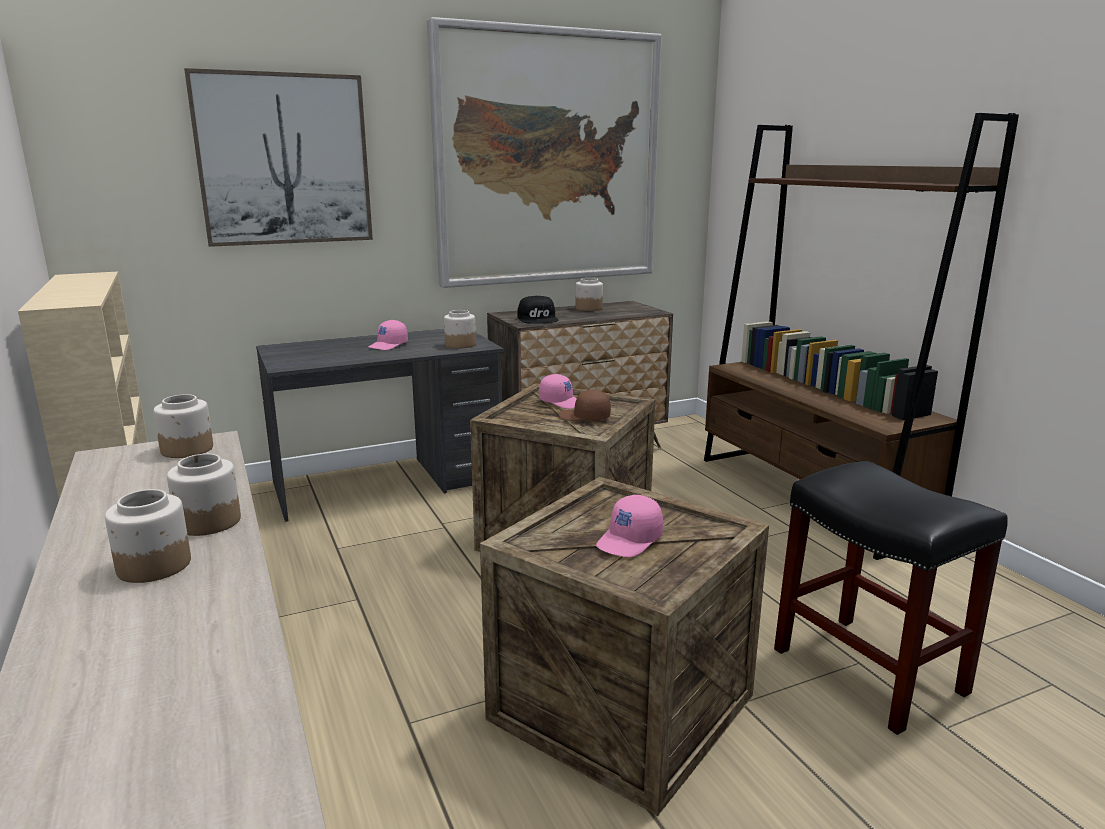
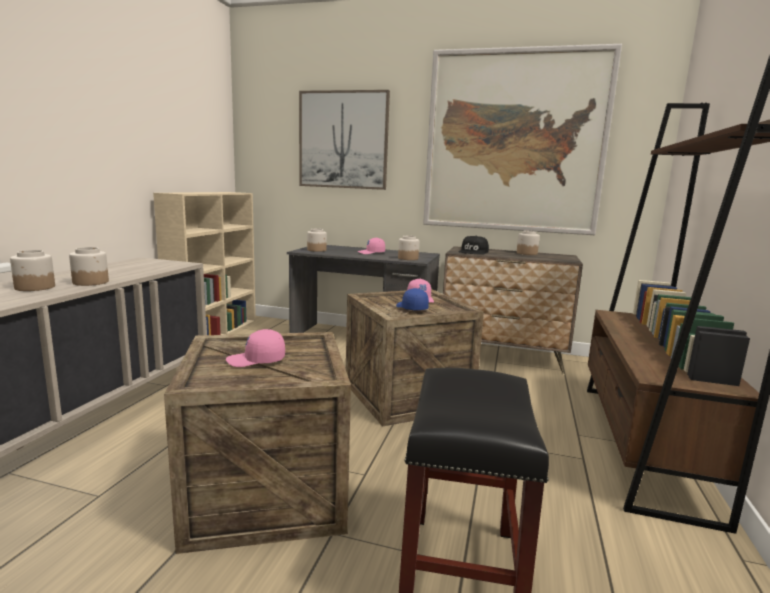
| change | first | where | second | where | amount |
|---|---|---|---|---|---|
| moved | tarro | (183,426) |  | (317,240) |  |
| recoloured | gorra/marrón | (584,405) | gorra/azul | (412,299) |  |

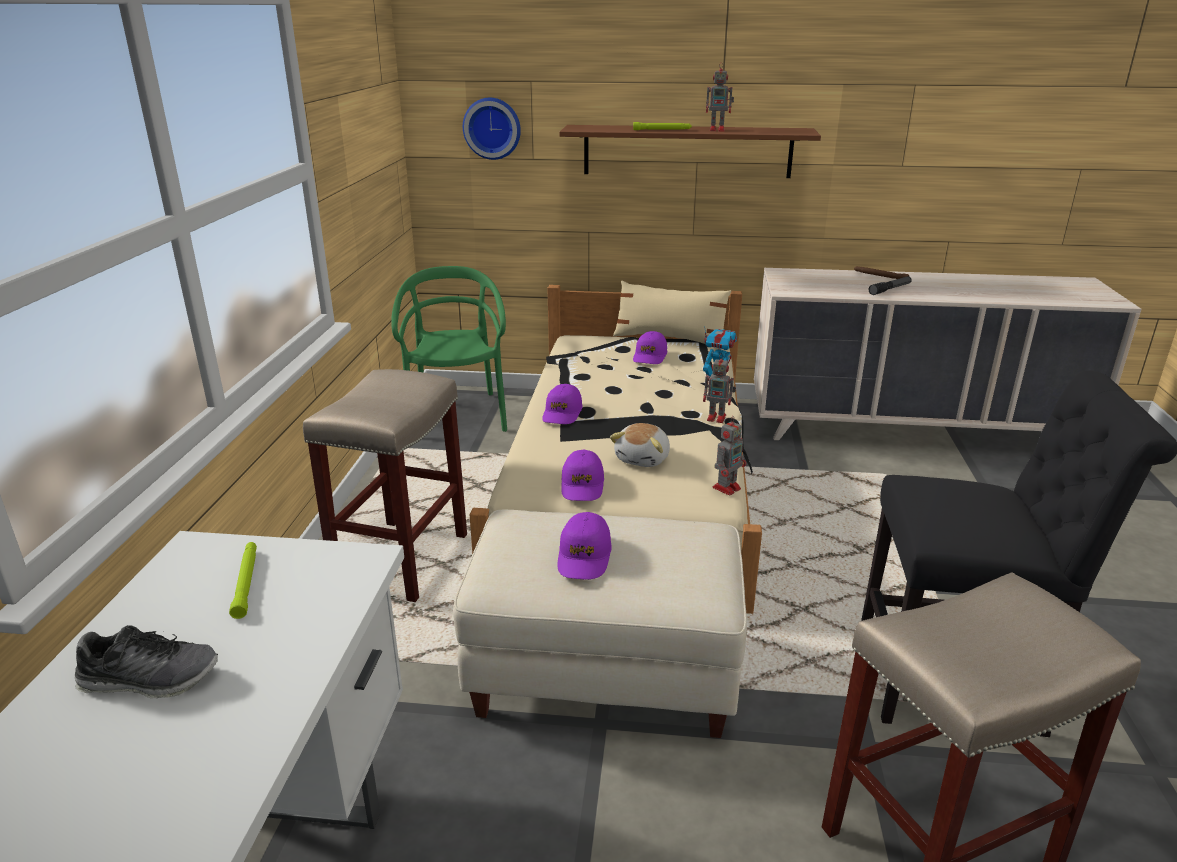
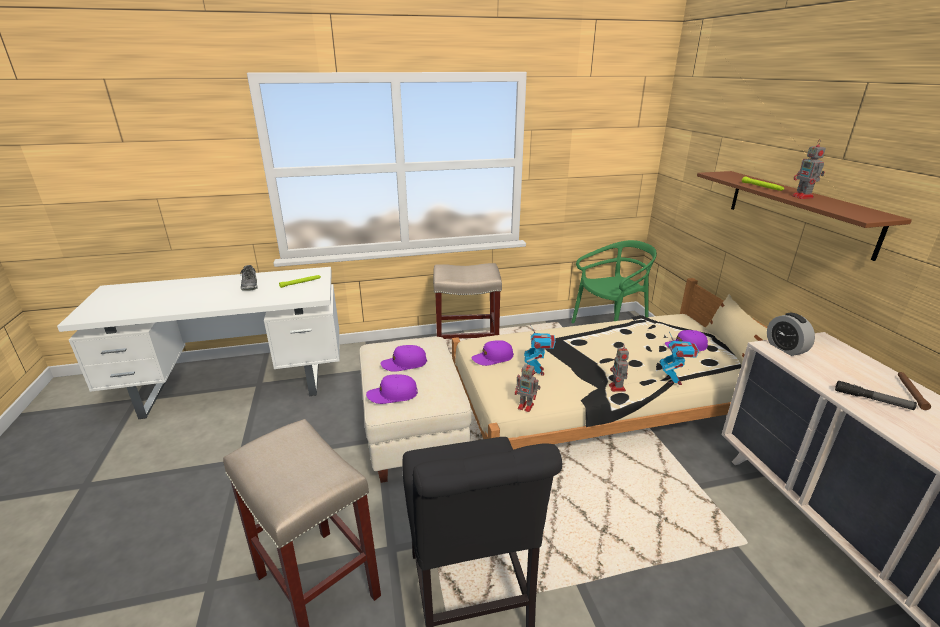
| change | first | where | second | where | amount |
|---|---|---|---|---|---|
| moved | gorra/morado | (562,404) |  | (392,389) |  |
| replaced | peluche | (640,445) | robot de juguete | (540,351) |  |
| added |  |  | despertador | (791,334) |  |
| removed | reloj de pared | (492,129) |  |  |  |

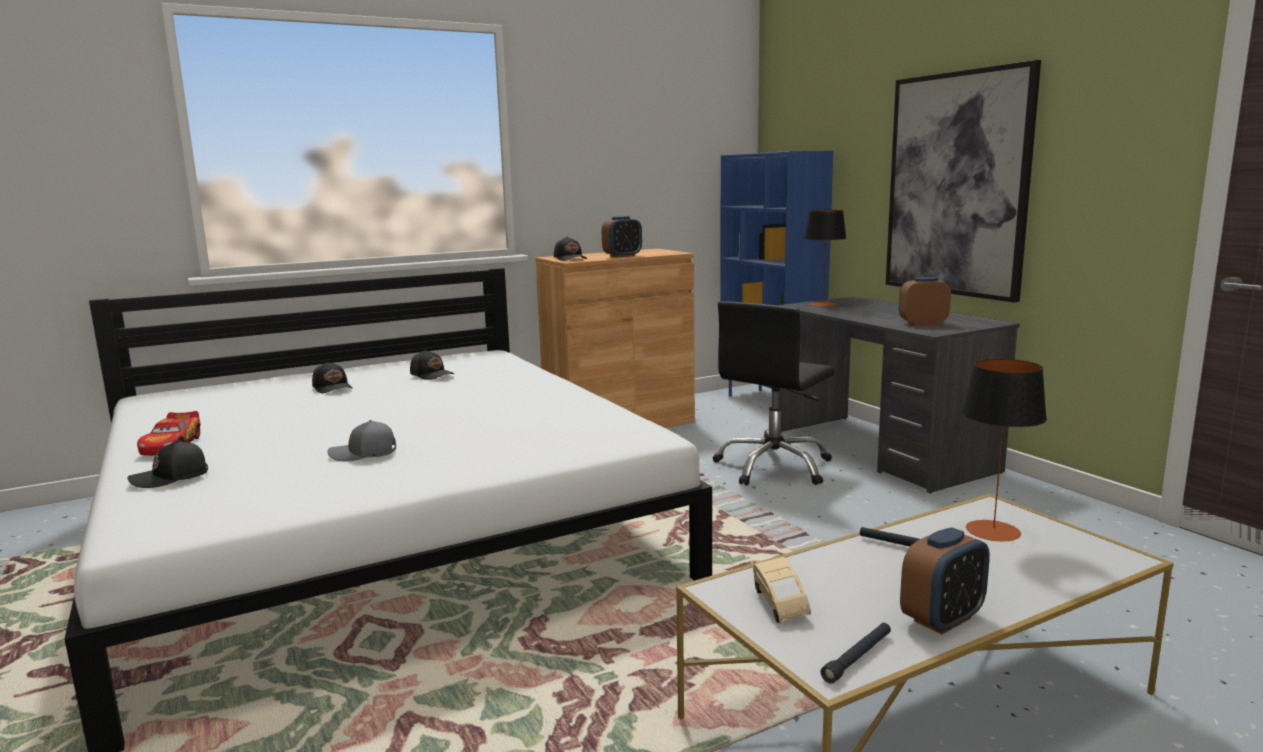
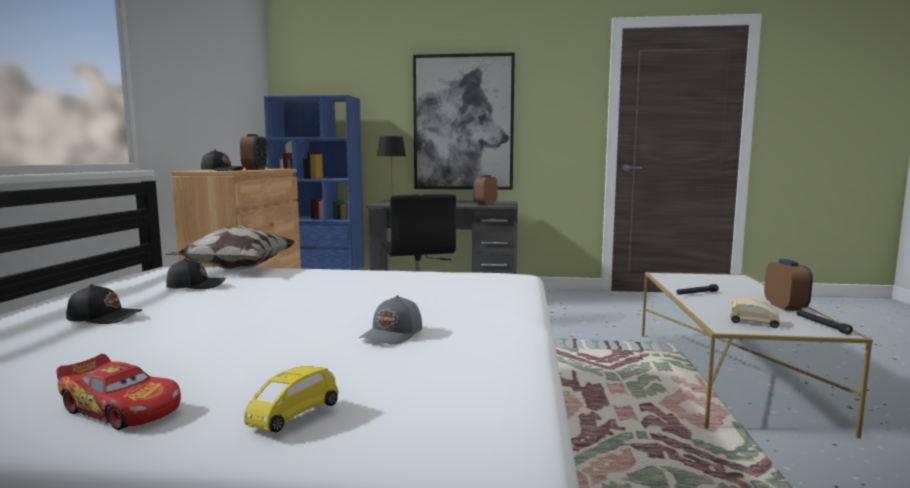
| change | first | where | second | where | amount |
|---|---|---|---|---|---|
| added |  |  | cojín | (230,247) |  |
| replaced | gorra/negro | (167,464) | coche de juguete/amarillo | (291,399) |  |
| removed | lámpara de mesa | (1004,450) |  |  |  |

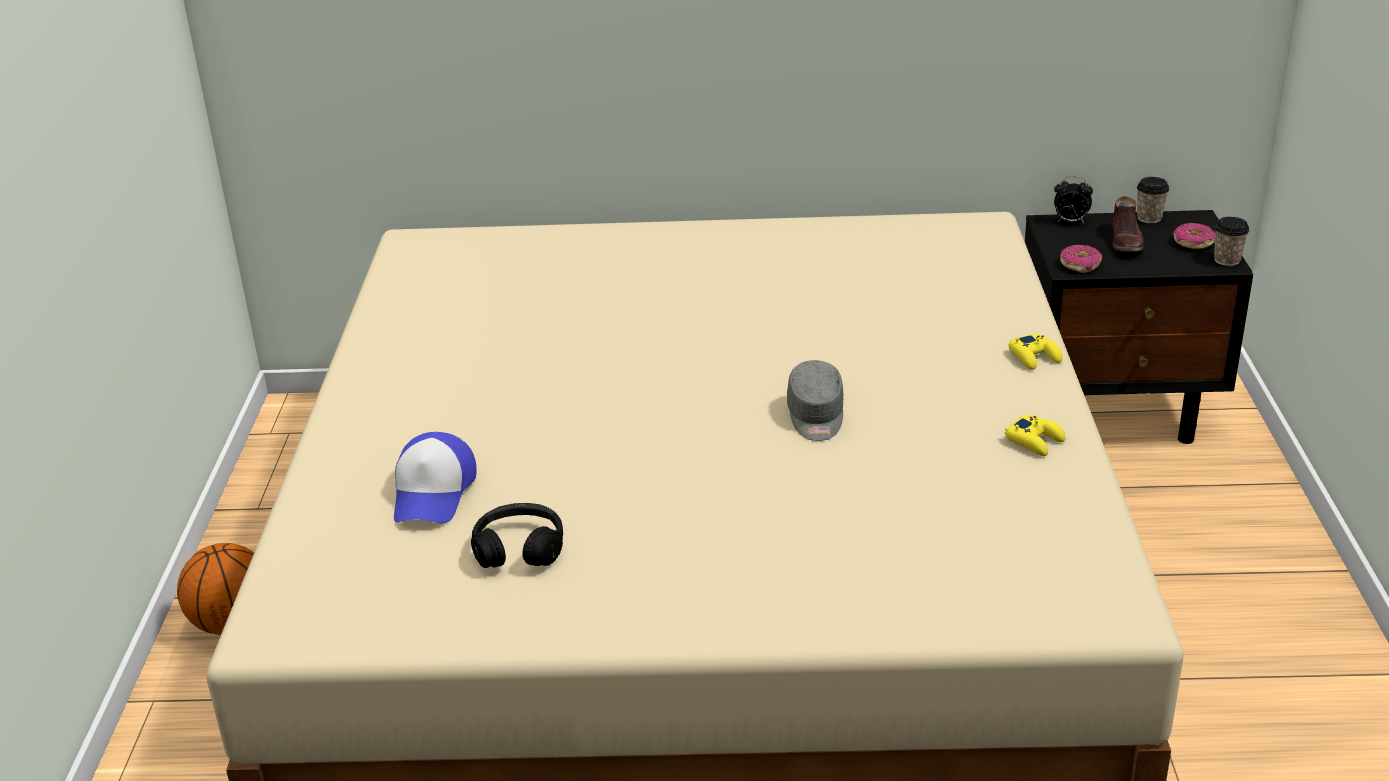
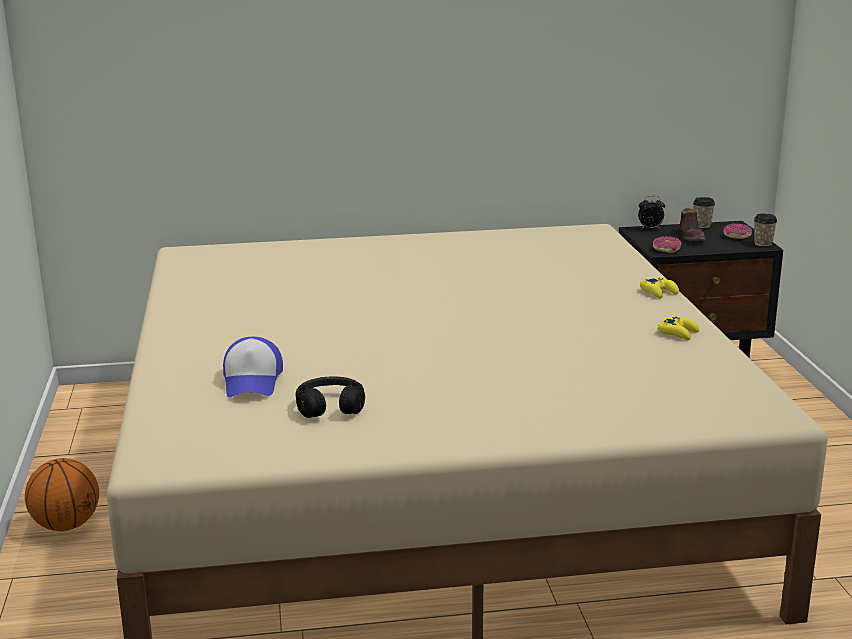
| change | first | where | second | where | amount |
|---|---|---|---|---|---|
| removed | gorra/gris | (815,400) |  |  |  |

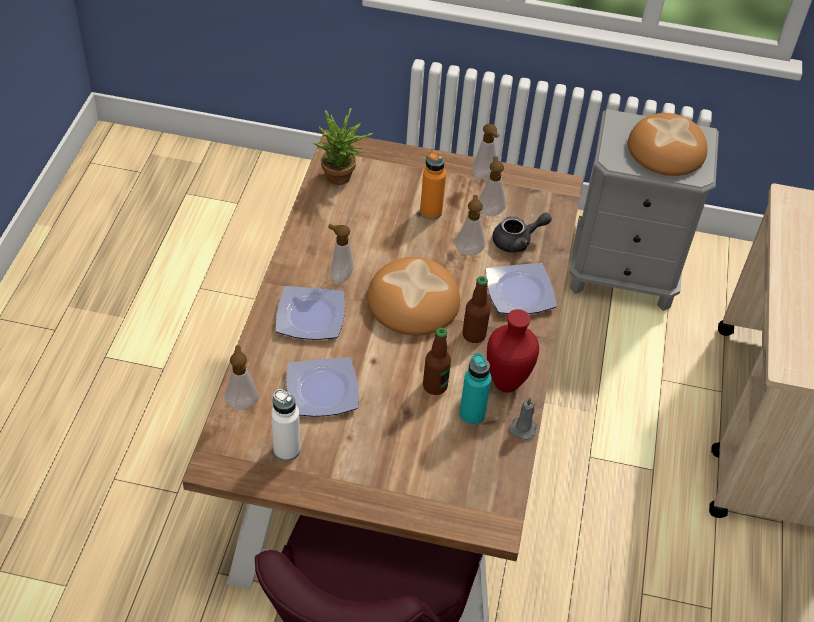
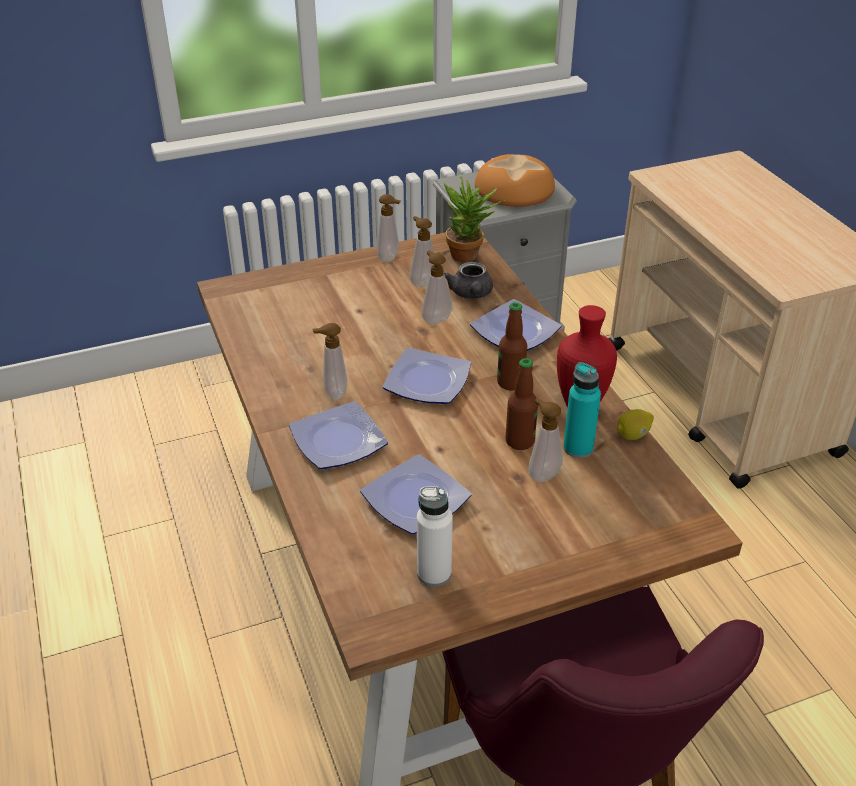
| change | first | where | second | where | amount |
|---|---|---|---|---|---|
| replaced | pan | (413,296) | plato | (427,376) |  |
| moved | planta en maceta | (343,146) |  | (474,218) |  |
| turned | tetera/gris | (522,233) |  | (468,280) | 135 degrees clockwise |
| moved | dispensador de jabón | (241,377) |  | (545,440) |  |
| replaced | vela/gris | (523,419) | limón | (635,424) |  |
| removed | botella/naranja | (433,185) |  |  |  |

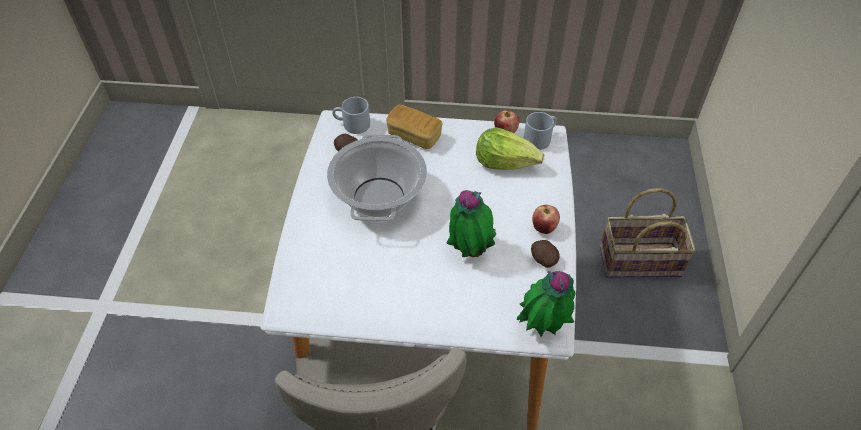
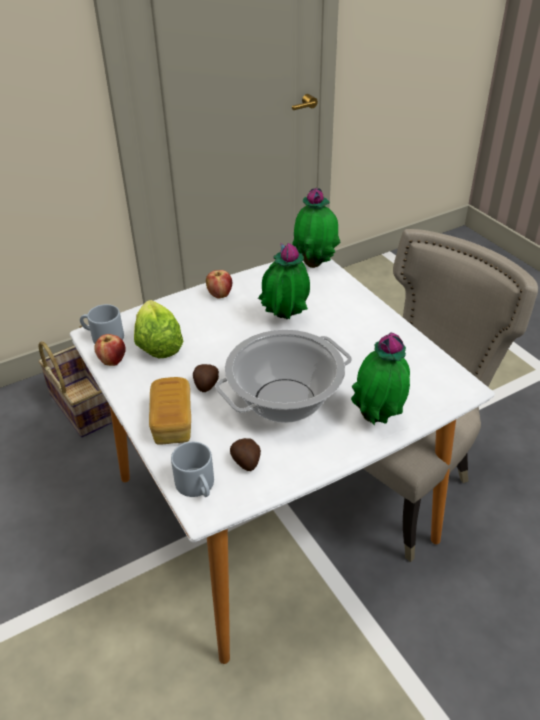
| change | first | where | second | where | amount |
|---|---|---|---|---|---|
| moved | patata | (545,254) |  | (206,378) |  |
| added |  |  | planta en maceta | (380,378) |  |

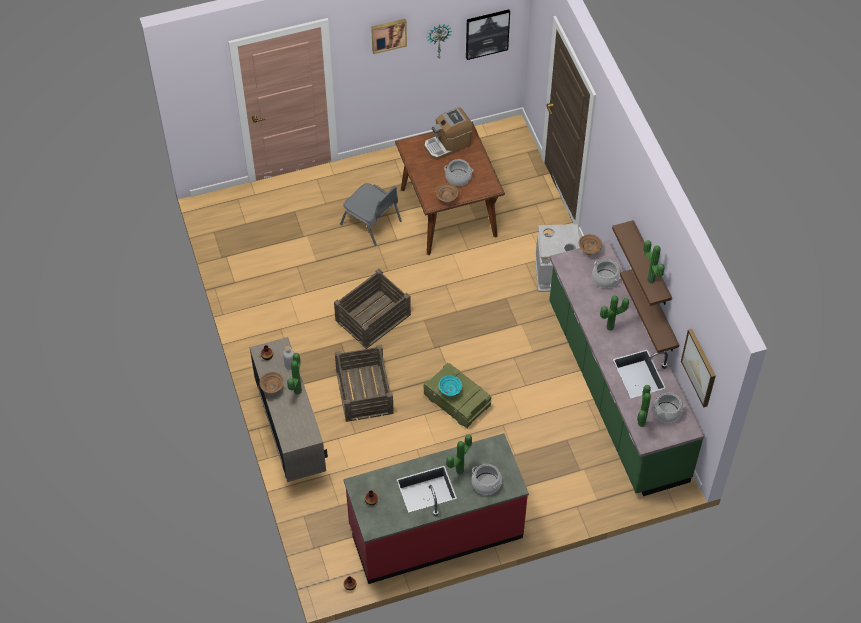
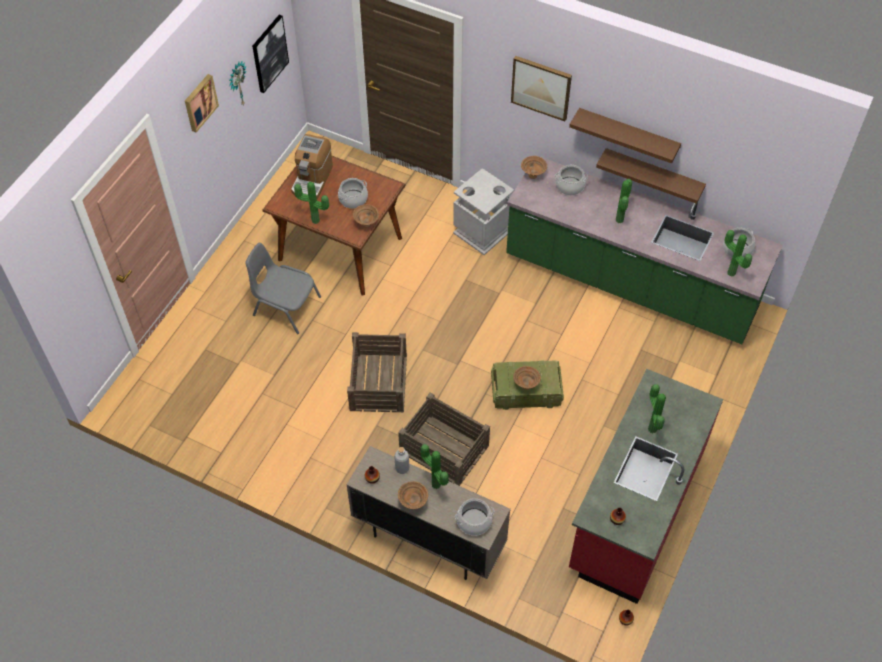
| change | first | where | second | where | amount |
|---|---|---|---|---|---|
| turned | silla/gris | (371,214) |  | (283,288) | 150 degrees counterclockwise |
| moved | planta en maceta | (654,261) |  | (311,203) |  |
| moved | olla | (487,479) |  | (474,517) |  |
| moved | cuadro | (698,368) |  | (541,89) |  |
| recoloured | cuenco/turquesa | (450,386) | cuenco/marrón | (527,378) |  |

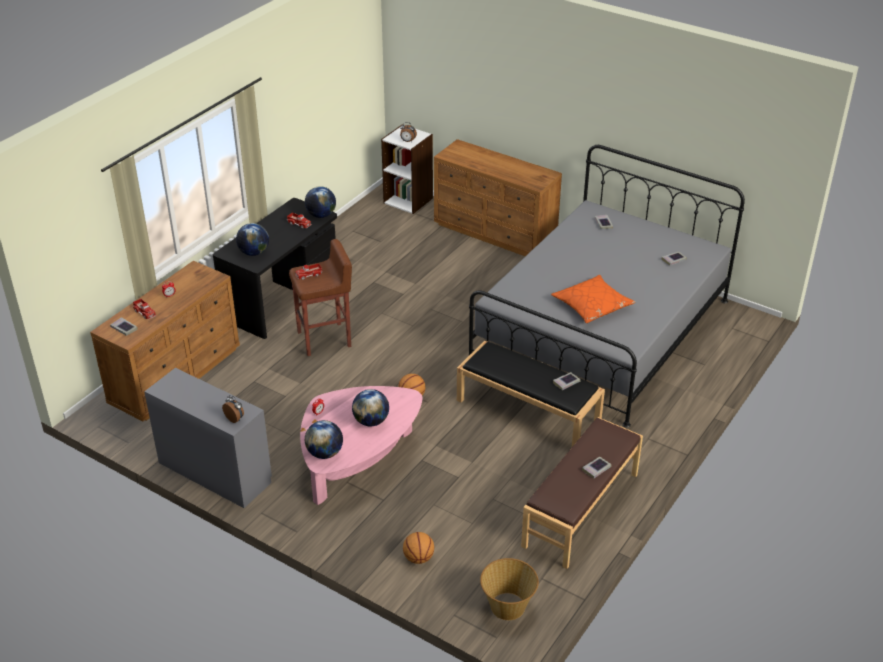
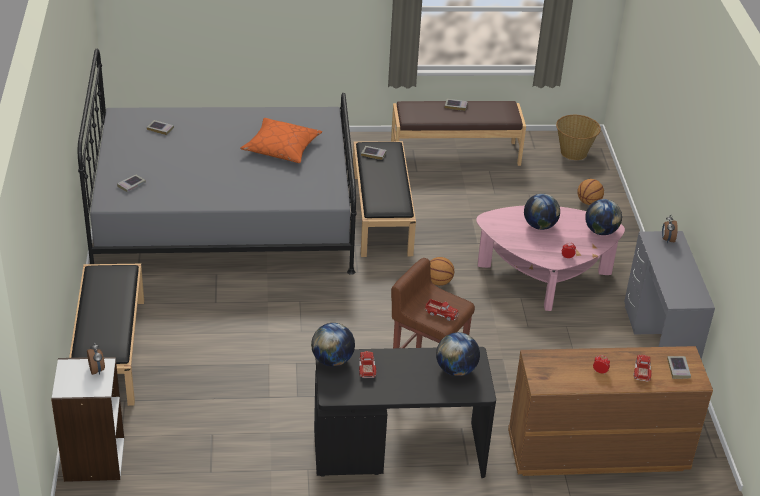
| change | first | where | second | where | amount |
|---|---|---|---|---|---|
| replaced | cómoda/marrón | (498,197) | banco/negro | (106,335) |  |

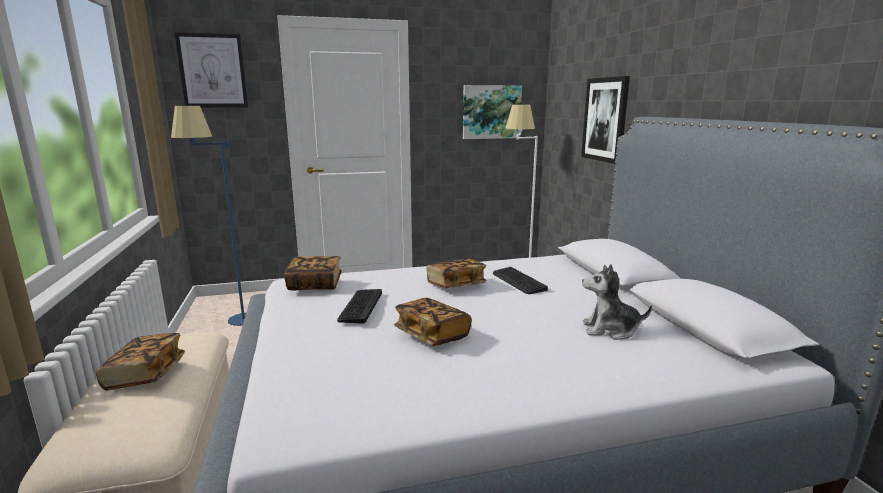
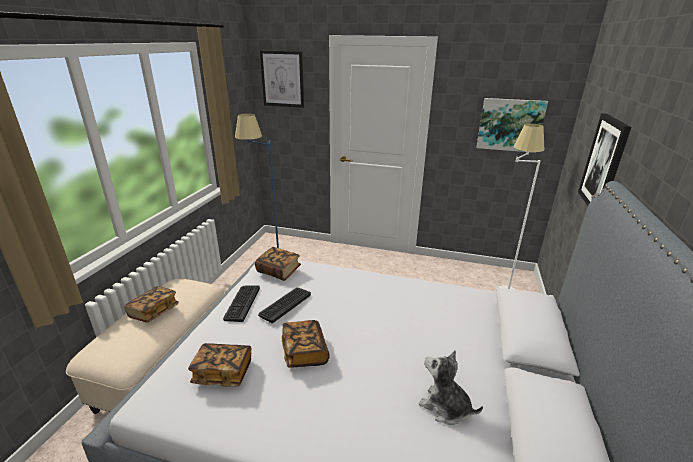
| change | first | where | second | where | amount |
|---|---|---|---|---|---|
| moved | libro | (456,273) |  | (219,365) |  |
| moved | teclado | (520,280) |  | (241,303) |  |

